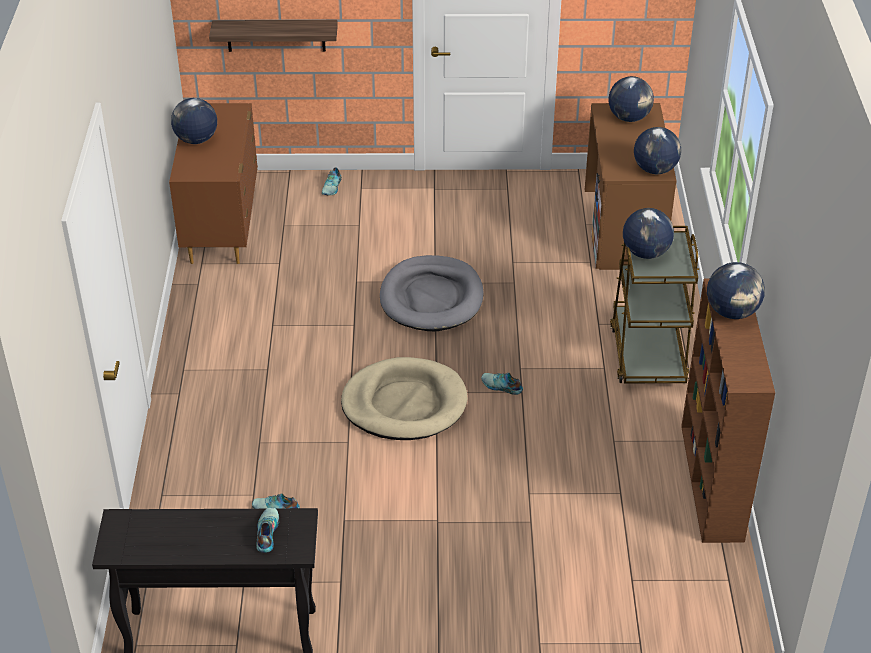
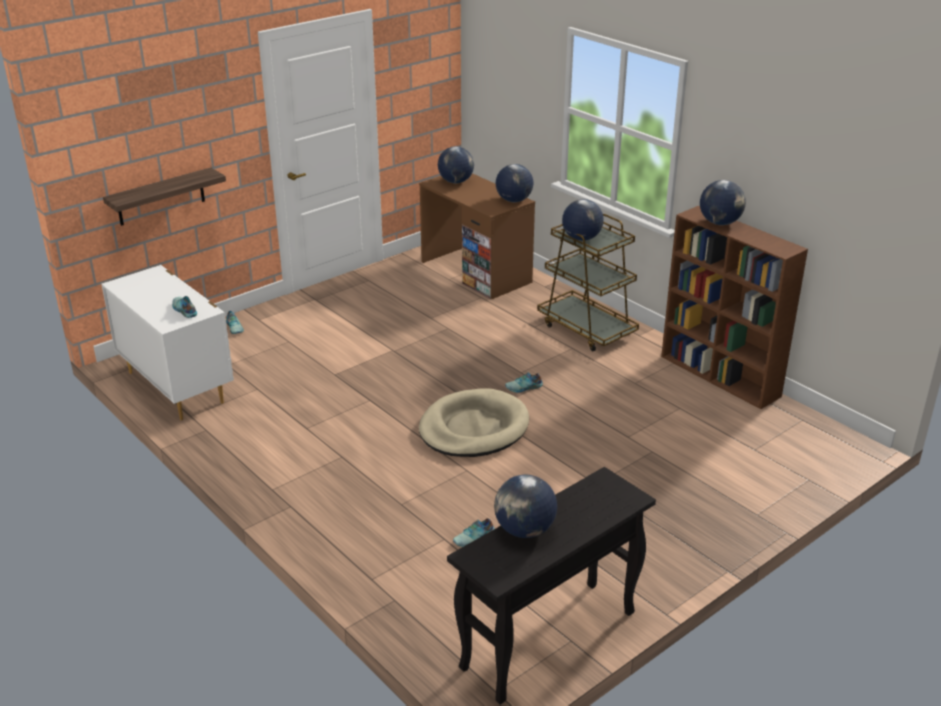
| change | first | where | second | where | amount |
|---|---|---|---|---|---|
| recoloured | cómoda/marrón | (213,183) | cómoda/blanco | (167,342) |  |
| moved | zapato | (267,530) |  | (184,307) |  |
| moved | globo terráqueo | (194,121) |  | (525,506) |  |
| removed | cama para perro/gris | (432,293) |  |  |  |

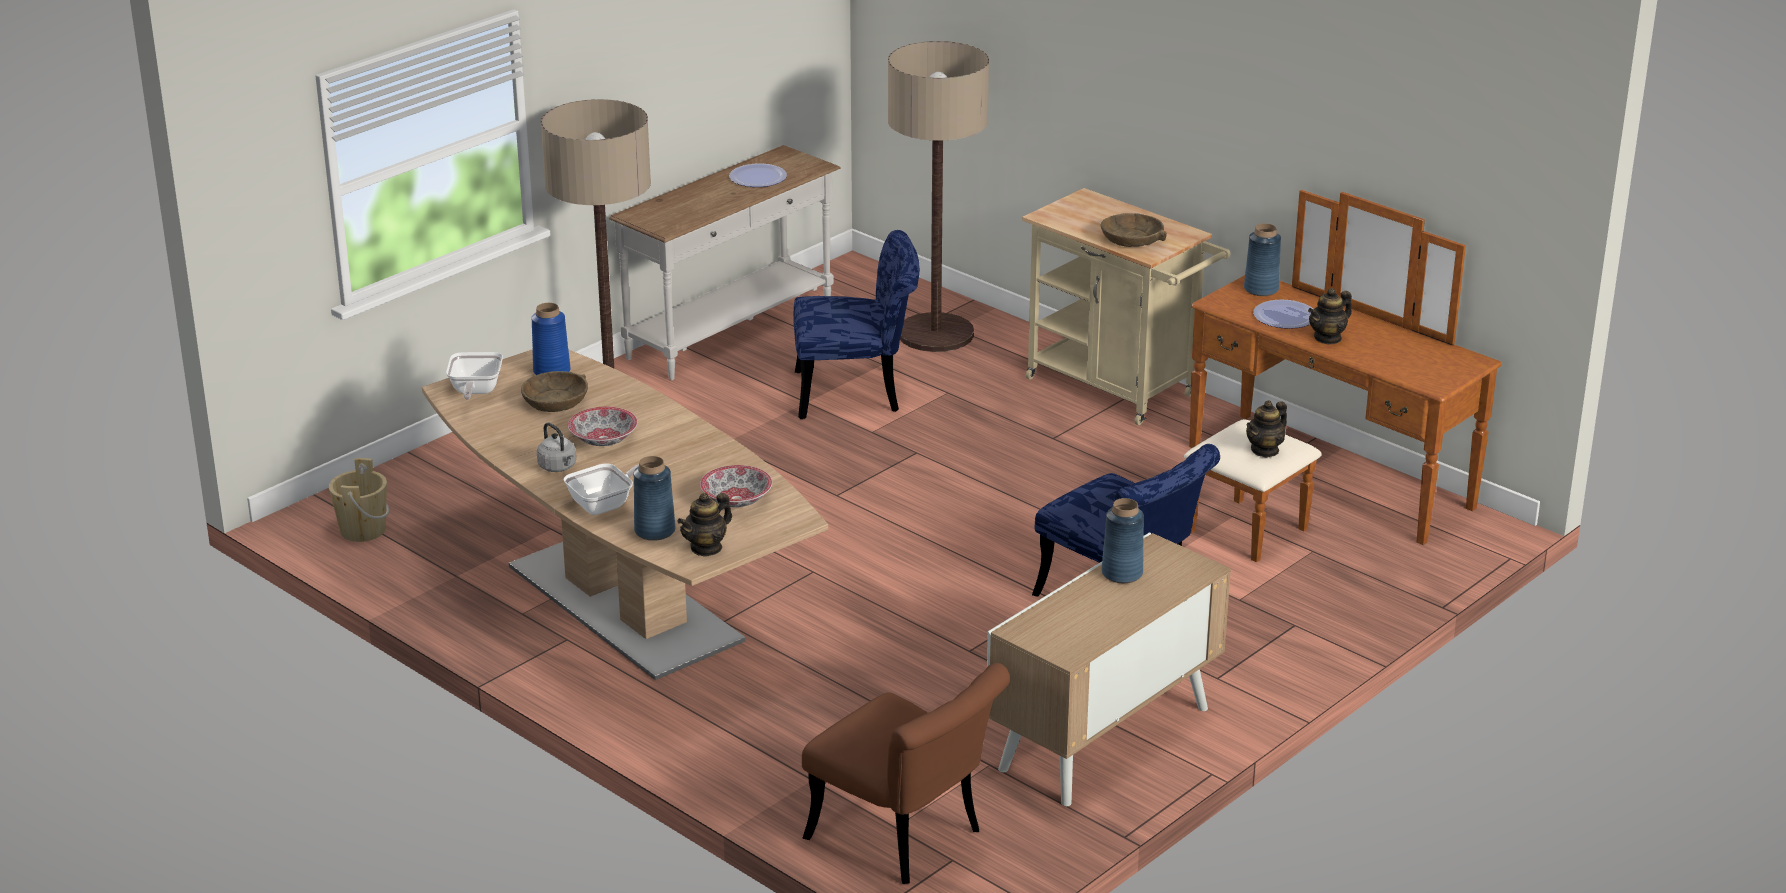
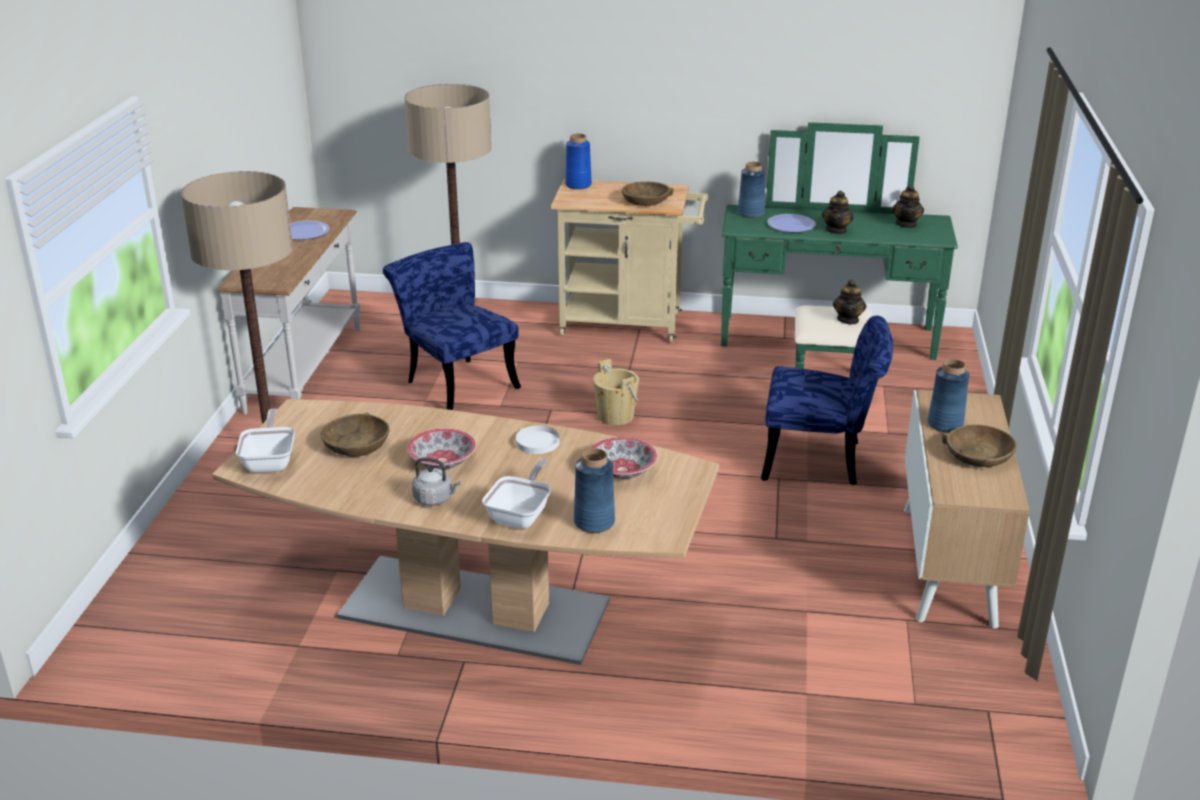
| change | first | where | second | where | amount |
|---|---|---|---|---|---|
| turned | sartén | (474,376) |  | (265,440) | 150 degrees counterclockwise |
| turned | silla/azul | (856,324) |  | (452,326) | 90 degrees counterclockwise |
| added |  |  | plato/blanco | (537,440) |  |
| moved | florero/azul | (550,339) |  | (578,161) |  |
| moved | cubo/beis | (359,500) |  | (616,392) |  |
| recoloured | cómoda/marrón | (1343,376) | cómoda/verde | (839,245) |  |
| moved | tetera | (704,525) |  | (908,206) |  |
| added |  |  | cuenco/marrón | (979,446) |  |
| removed | silla/marrón | (906,773) |  |  |  |

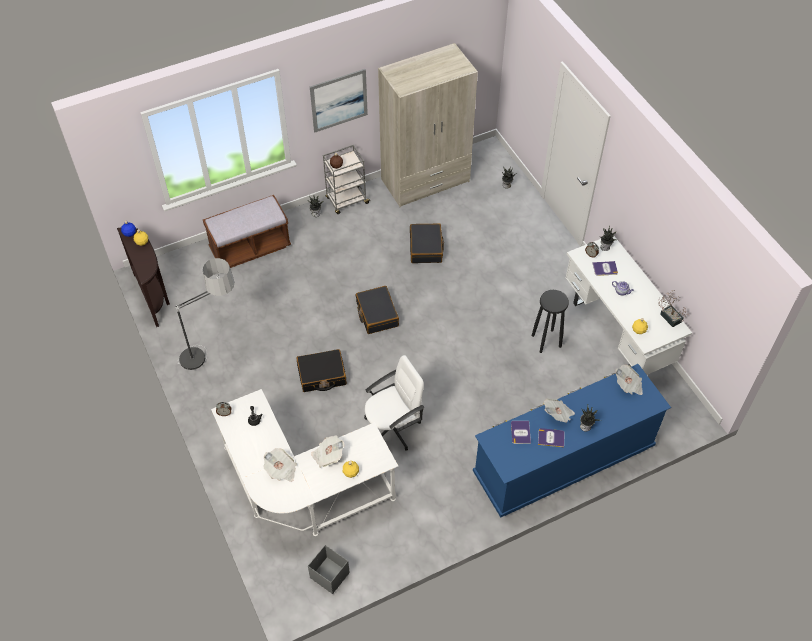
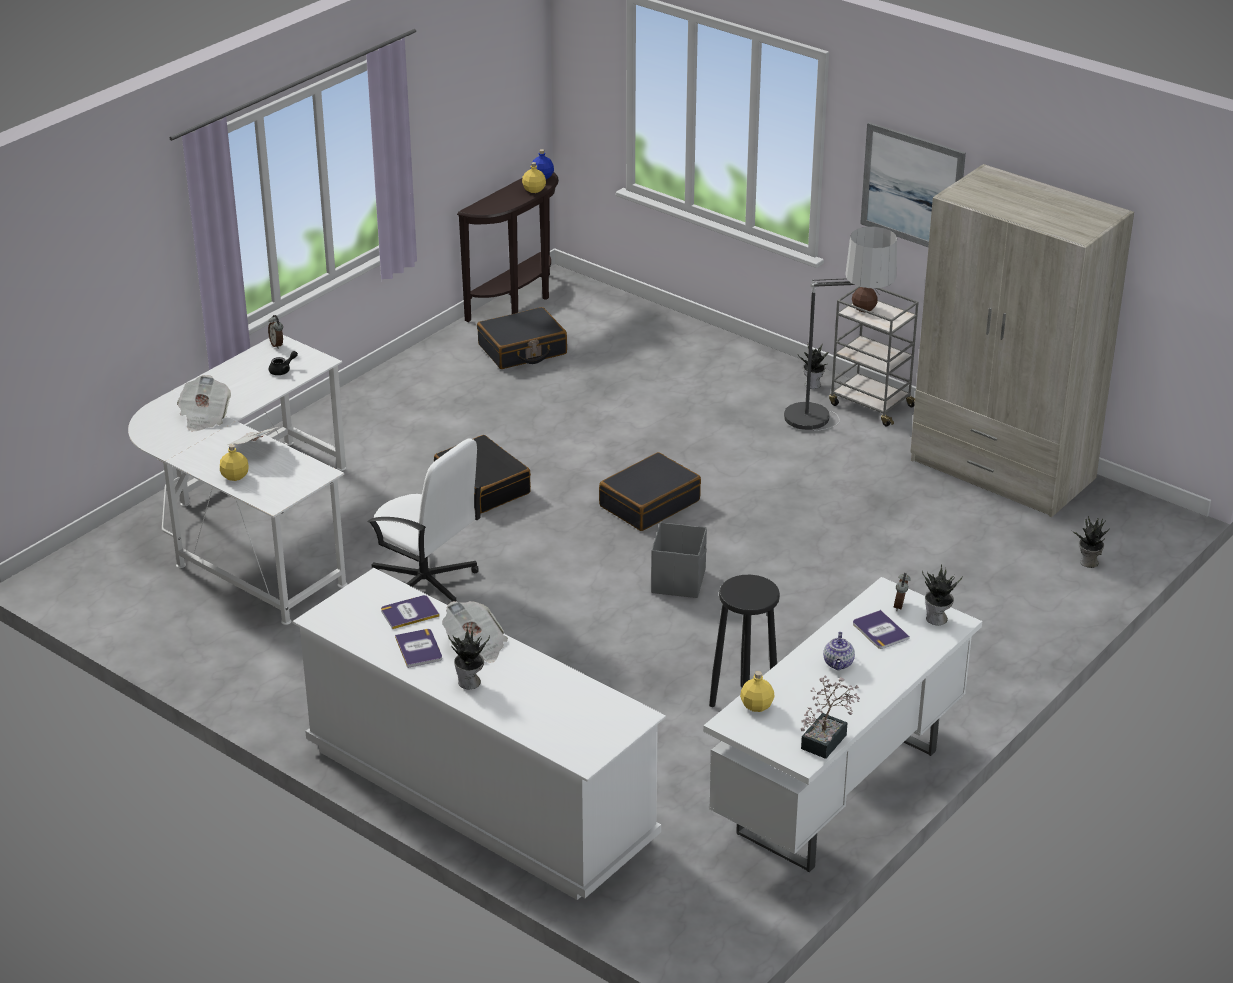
| change | first | where | second | where | amount |
|---|---|---|---|---|---|
| recoloured | cómoda/azul | (572,441) | cómoda/blanco | (479,734) |  |
| moved | maleta/negro | (427,243) |  | (522,338) |  |
| moved | caja de almacenaje/gris | (329,569) |  | (679,560) |  |
| moved | lámpara de pie | (204,314) |  | (840,329) |  |
| removed | banco/marrón | (247,231) |  |  |  |
| removed | periódico | (629,380) |  |  |  |

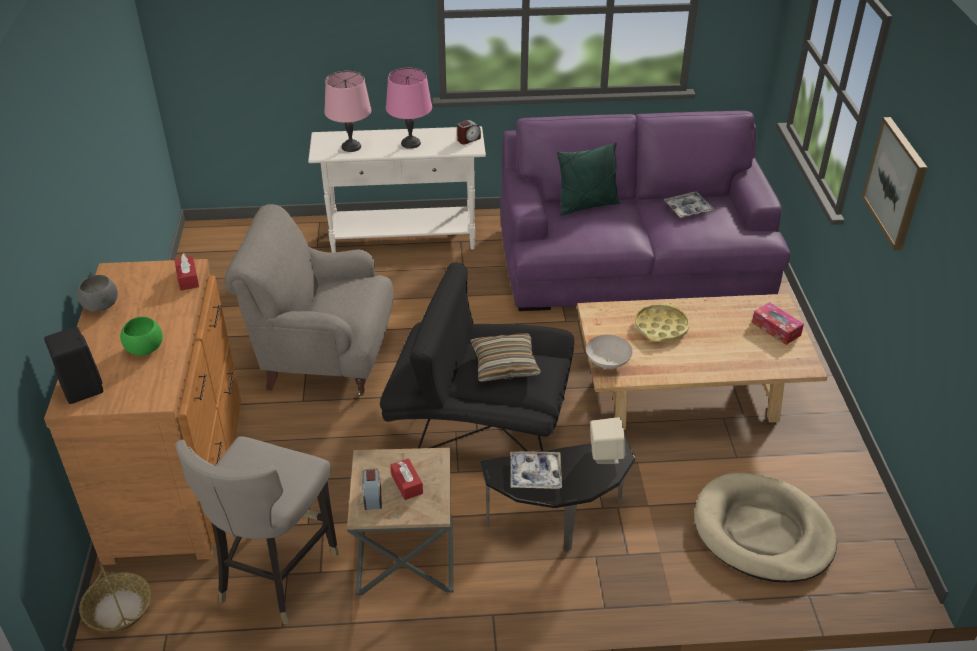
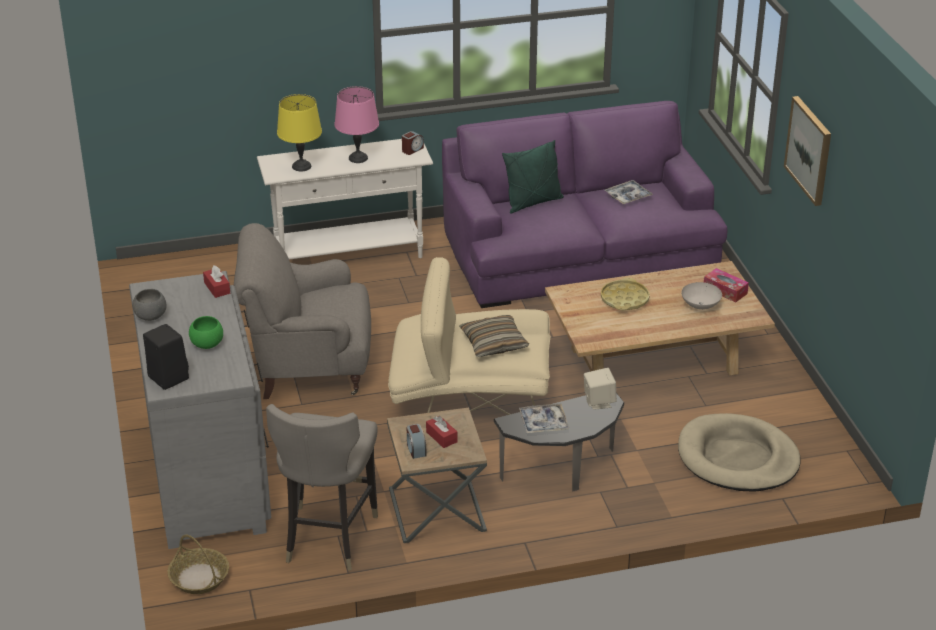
| change | first | where | second | where | amount |
|---|---|---|---|---|---|
| recoloured | cómoda/marrón | (142,412) | cómoda/gris | (200,410) |  |
| recoloured | lámpara de mesa/rosa | (347,111) | lámpara de mesa/amarillo | (299,132) |  |
| recoloured | sillón/negro | (477,356) | sillón/beis | (469,336) |  |
| moved | cuenco/blanco | (609,352) |  | (701,296) |  |

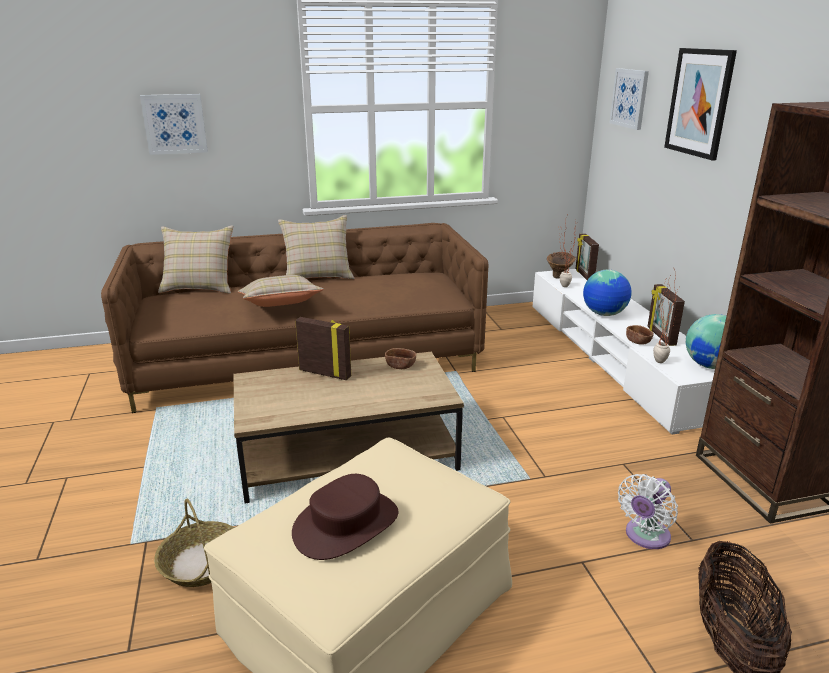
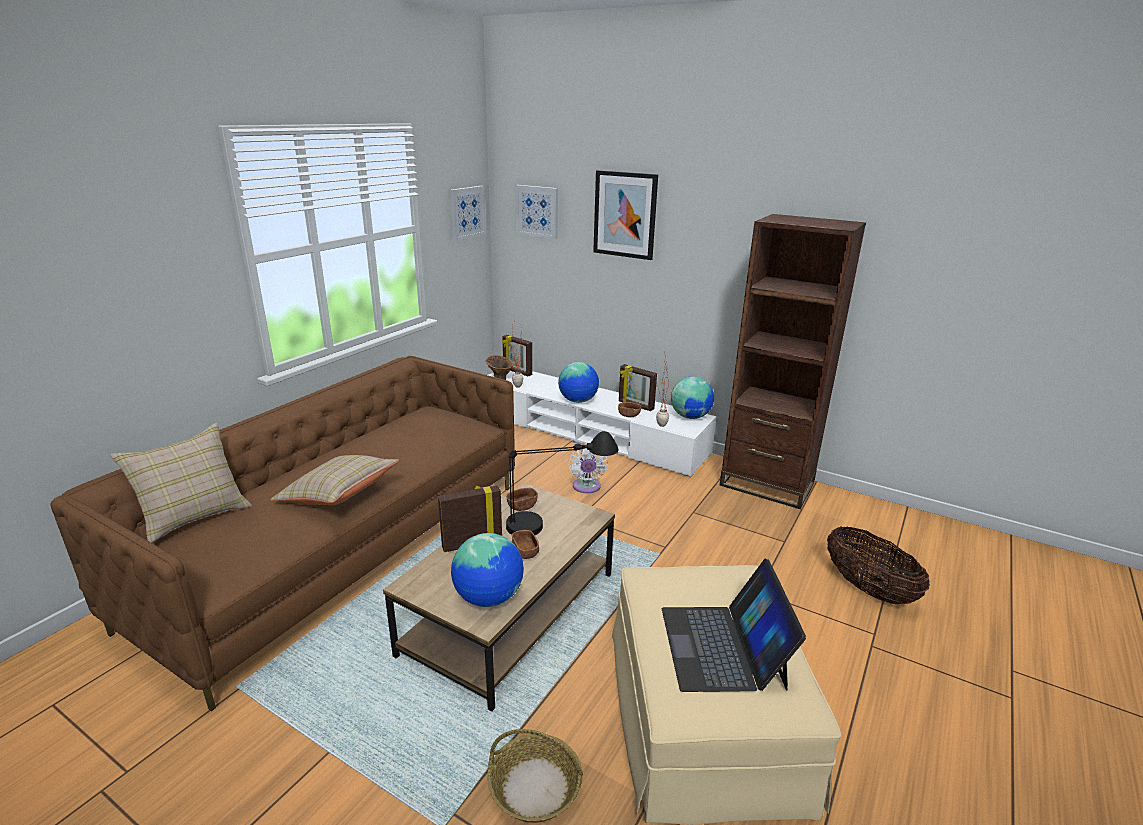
| change | first | where | second | where | amount |
|---|---|---|---|---|---|
| moved | cuadro | (174,124) |  | (468,213) |  |
| added |  |  | globo terráqueo | (487,570) |  |
| added |  |  | lámpara de mesa/negro | (562,483) |  |
| added |  |  | cuenco/marrón | (525,544) |  |
| moved | ventilador/blanco | (648,511) |  | (588,470) |  |
| replaced | sombrero/marrón | (345,517) | portátil | (734,625) |  |
| removed | cojín/beis | (316,247) |  |  |  |

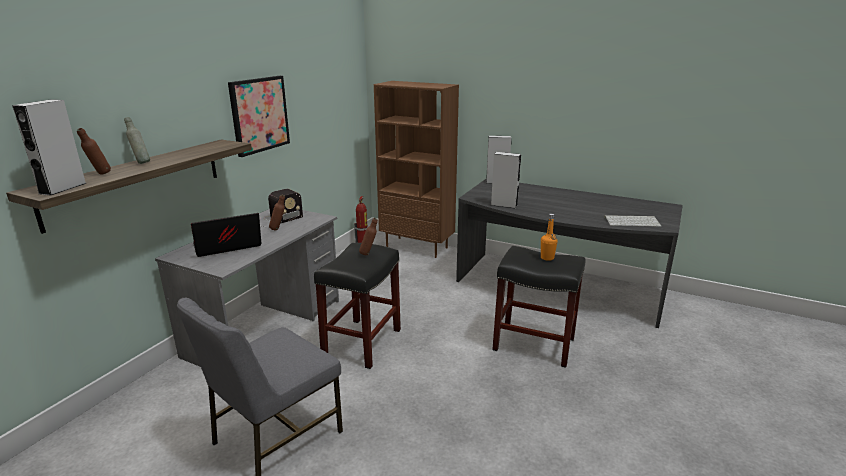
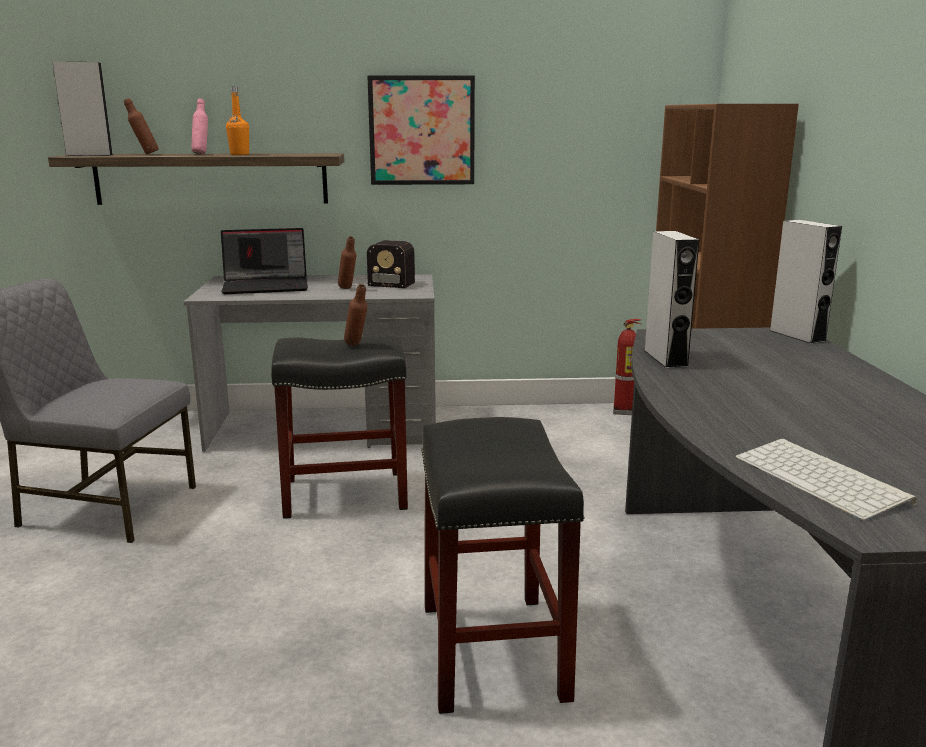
| change | first | where | second | where | amount |
|---|---|---|---|---|---|
| recoloured | botella/gris | (137,140) | botella/rosa | (200,126) |  |
| turned | portátil | (226,235) |  | (264,261) | 135 degrees clockwise |
| moved | botella/naranja | (549,237) |  | (237,120) |  |

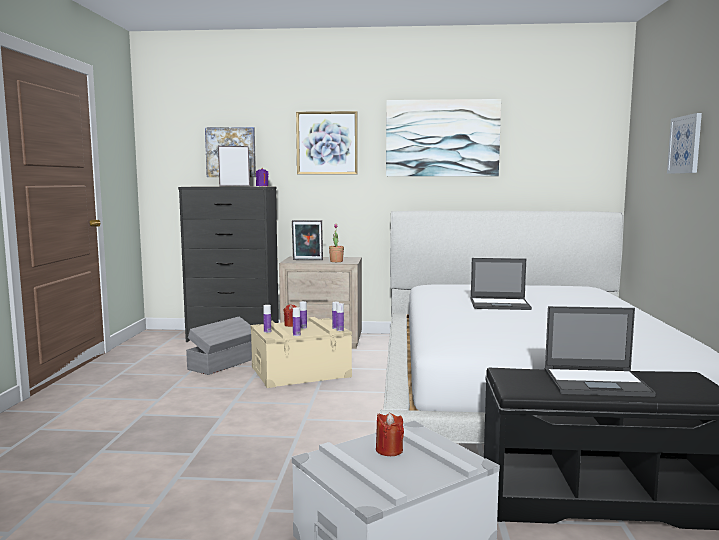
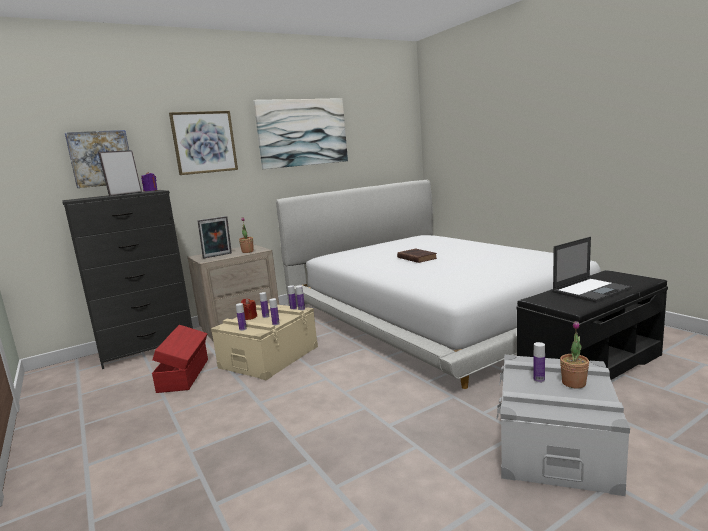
| change | first | where | second | where | amount |
|---|---|---|---|---|---|
| recoloured | caja de almacenaje/gris | (219,346) | caja de almacenaje/rojo | (180,359) |  |
| replaced | portátil | (501,284) | libro/marrón | (417,256) |  |
| replaced | vela/rojo | (390,434) | botella | (539,362) |  |
| added |  |  | planta en maceta | (574,354) |  |
| removed | cuadro | (684,143) |  |  |  |

